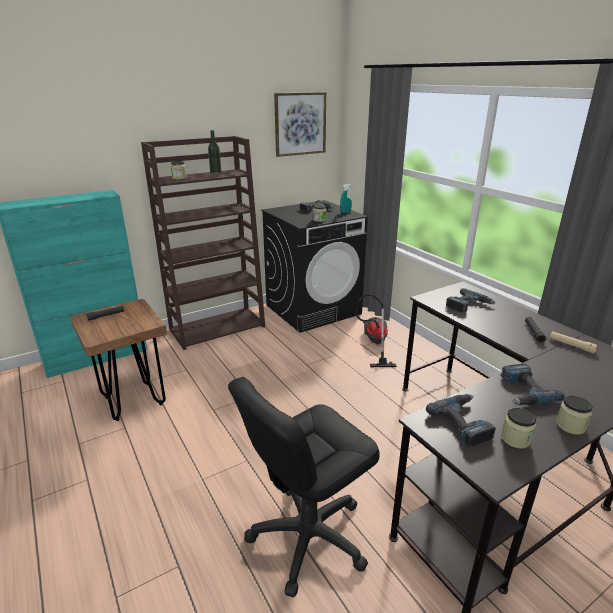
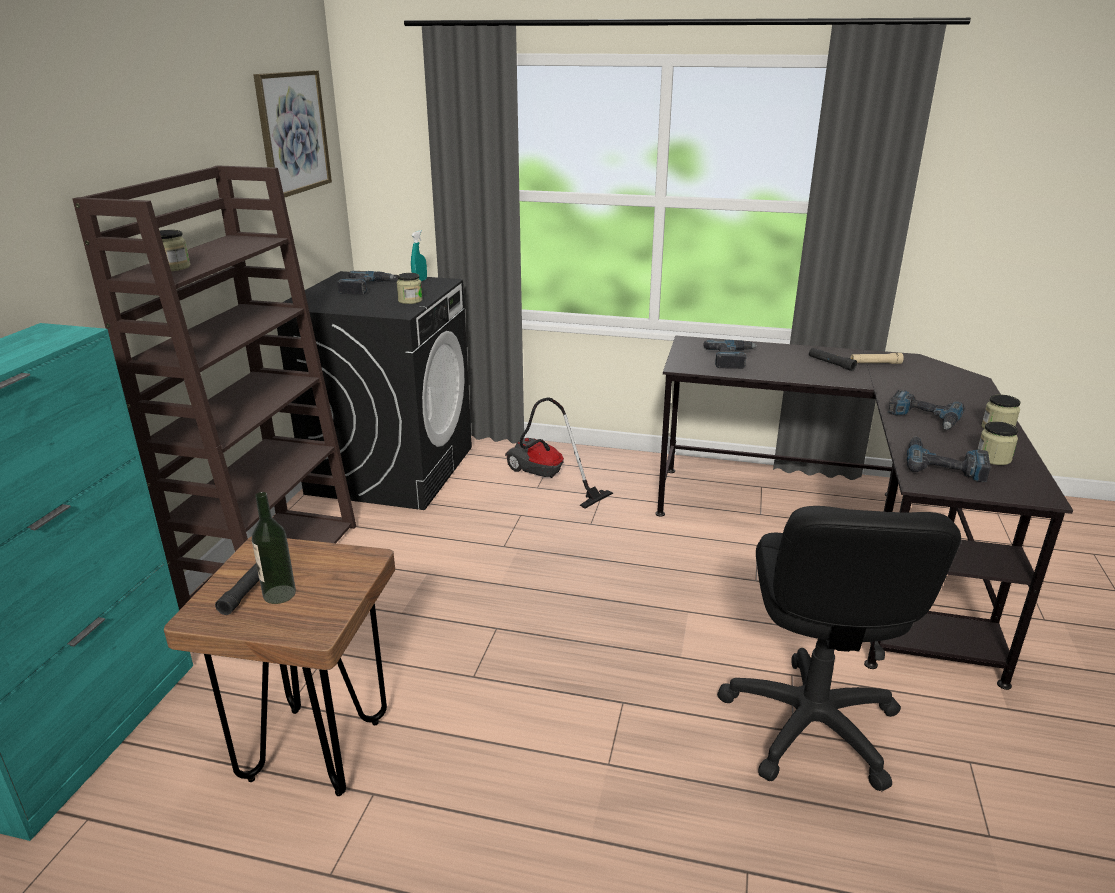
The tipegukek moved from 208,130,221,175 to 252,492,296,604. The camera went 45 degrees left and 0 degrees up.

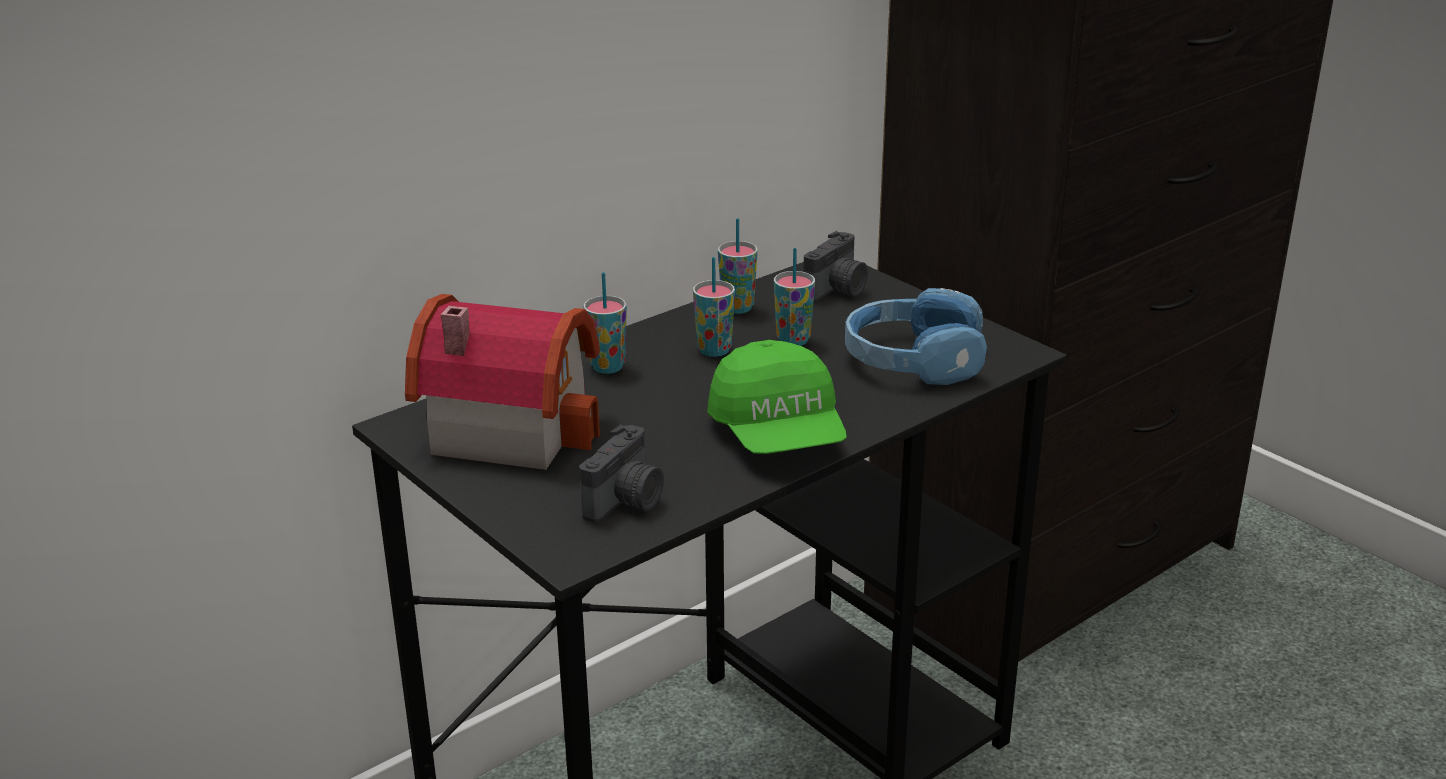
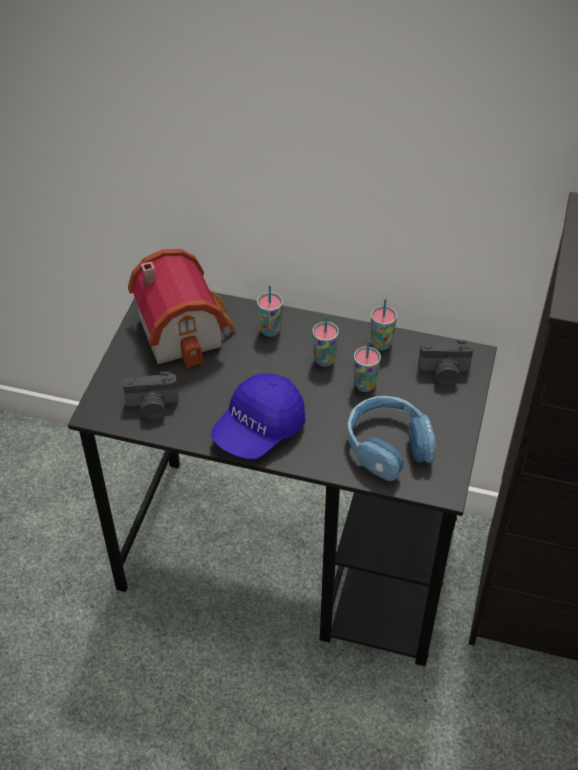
The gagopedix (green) at 707,340,847,454 became the gagopedix (blue) at 211,373,305,459. The camera went 55 degrees right and 20 degrees up.

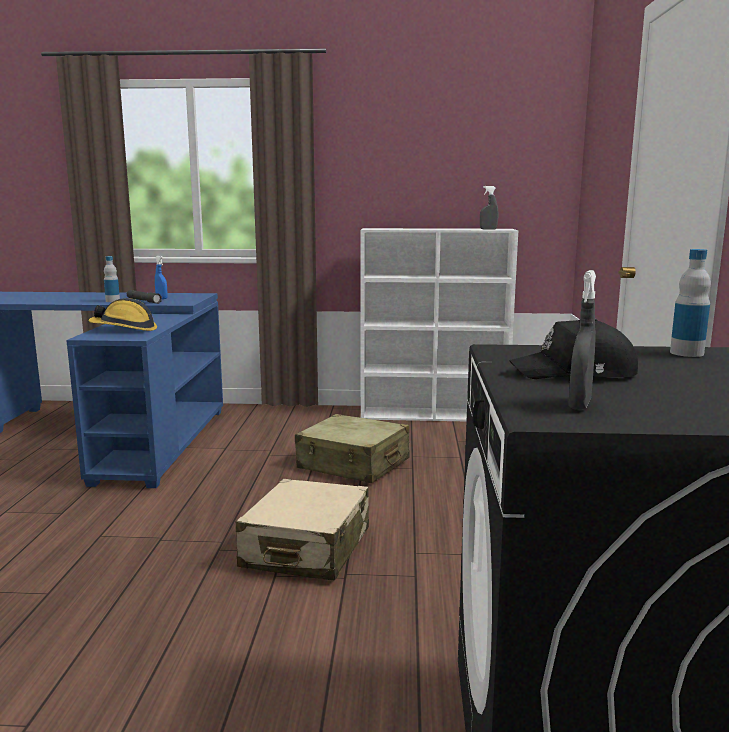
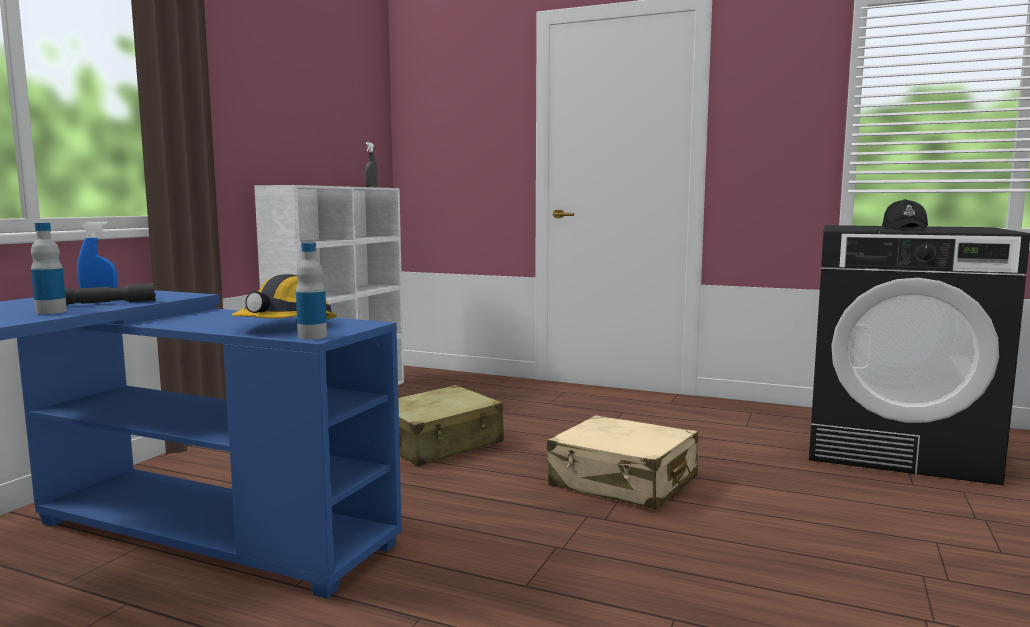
The tipegukek moved from 670,249,711,357 to 296,242,327,339. The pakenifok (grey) at 568,270,596,410 disappeared. The camera went 70 degrees left and 5 degrees down.

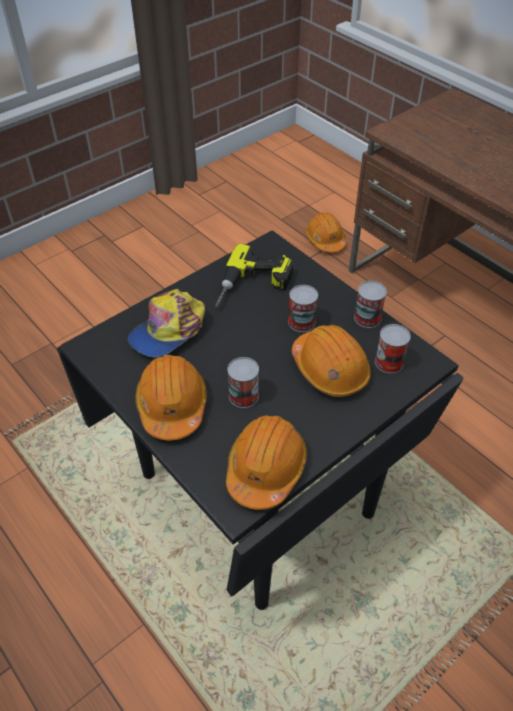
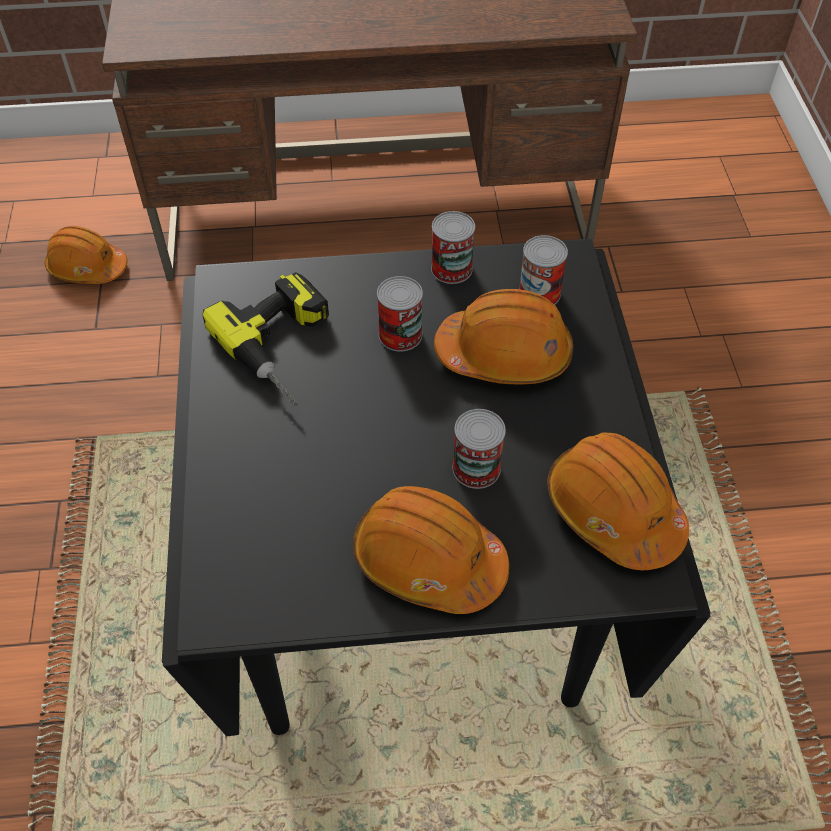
The gagopedix at 127,289,205,357 disappeared. The camera went 55 degrees left and 5 degrees up.

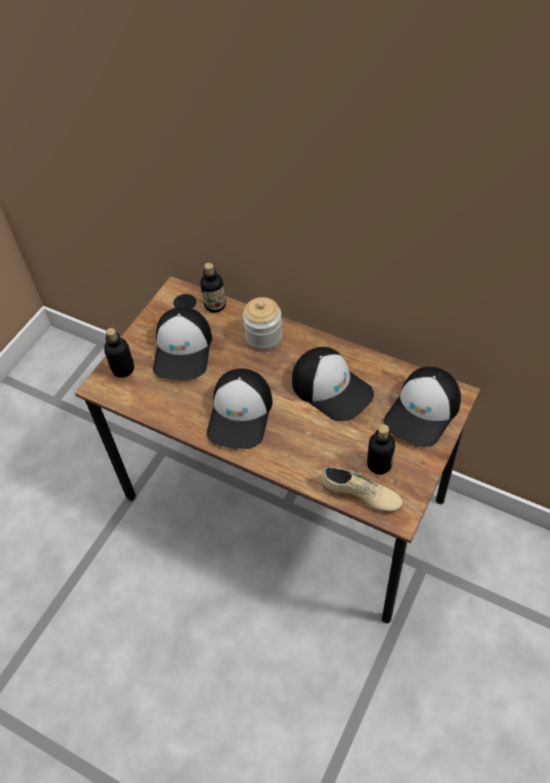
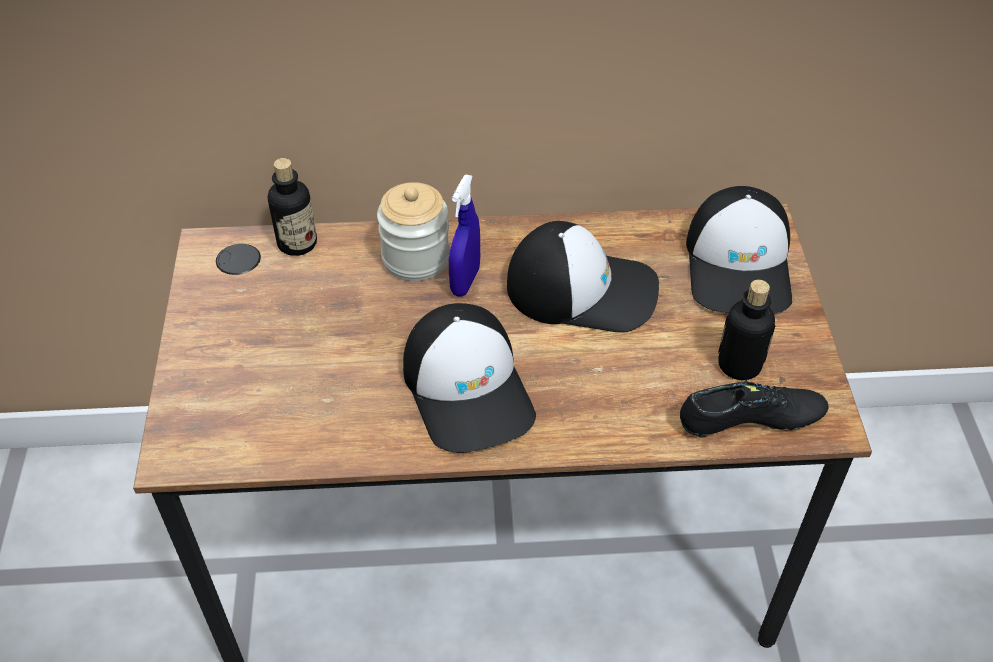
The pakenifok (blue) at 449,175,480,297 appeared. The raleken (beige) at 321,467,403,512 became the raleken (black) at 680,380,828,438. The tipegukek at 104,328,134,378 disappeared. The gagopedix at 153,307,212,380 disappeared. The camera went 35 degrees left and 5 degrees down.

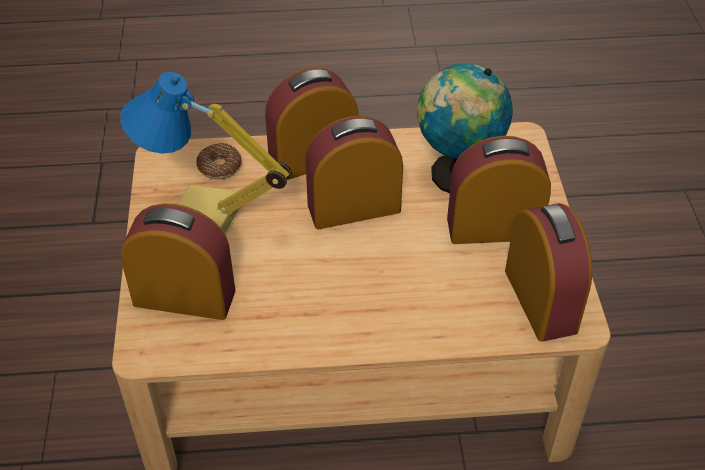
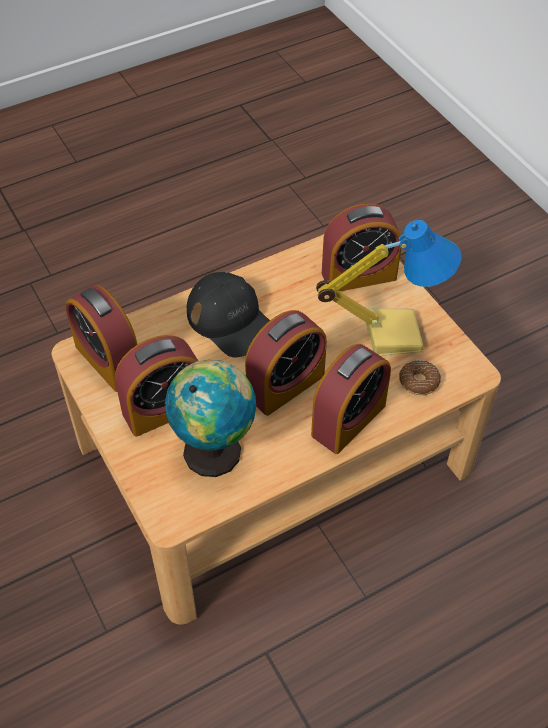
The gagopedix (black) at 187,272,270,358 appeared. The camera went 155 degrees right and 5 degrees up.

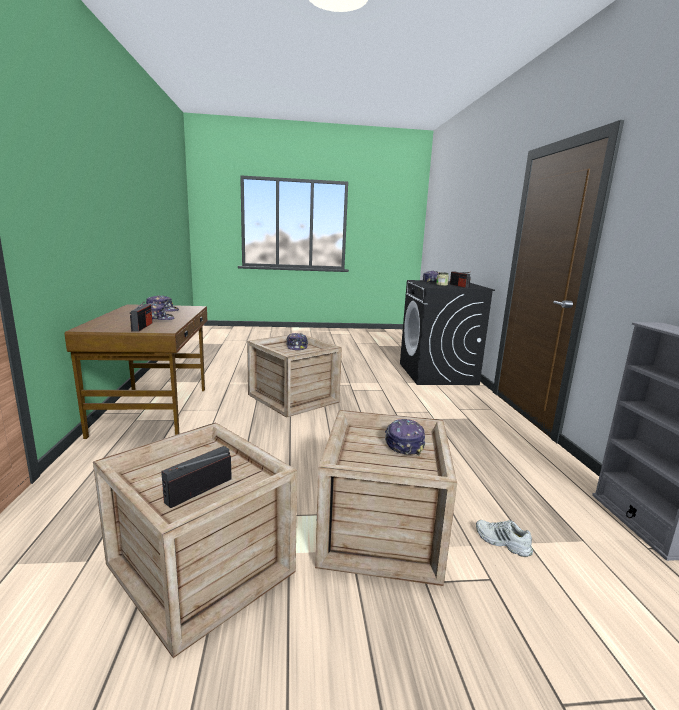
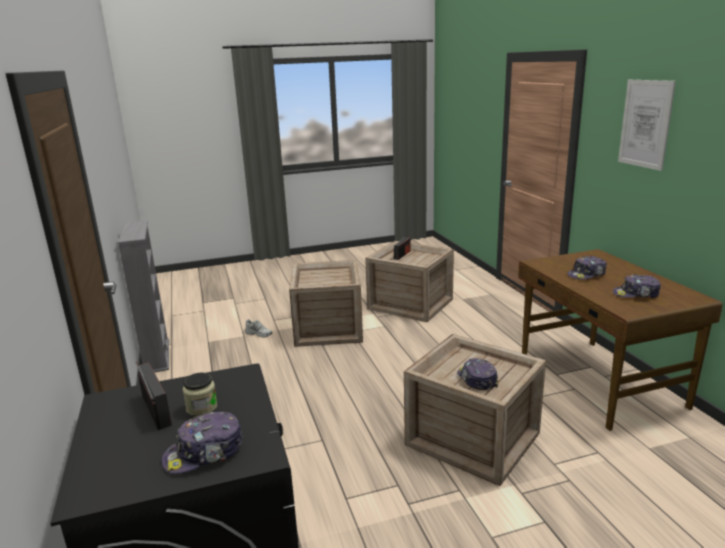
The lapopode at 618,80,676,171 appeared. The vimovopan at 130,302,152,332 disappeared. The gagopedix at 385,419,425,455 disappeared. The camera went 170 degrees right and 5 degrees up.

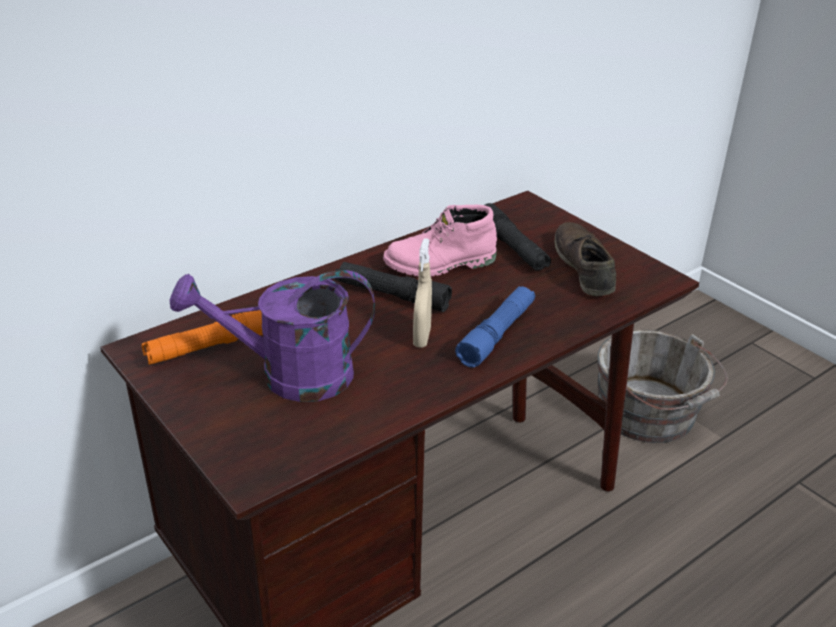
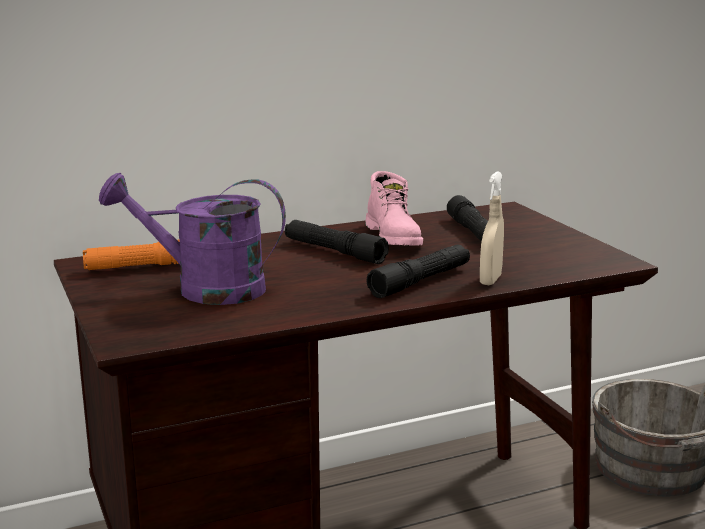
The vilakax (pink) at 383,205,497,277 turned 105 degrees counterclockwise. The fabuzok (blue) at 455,286,535,368 became the fabuzok (black) at 367,244,470,298. The pakenifok (beige) moved from 413,238,432,348 to 480,171,504,285. The raleken (brown) at 555,222,616,296 disappeared. The camera went 15 degrees right and 15 degrees down.

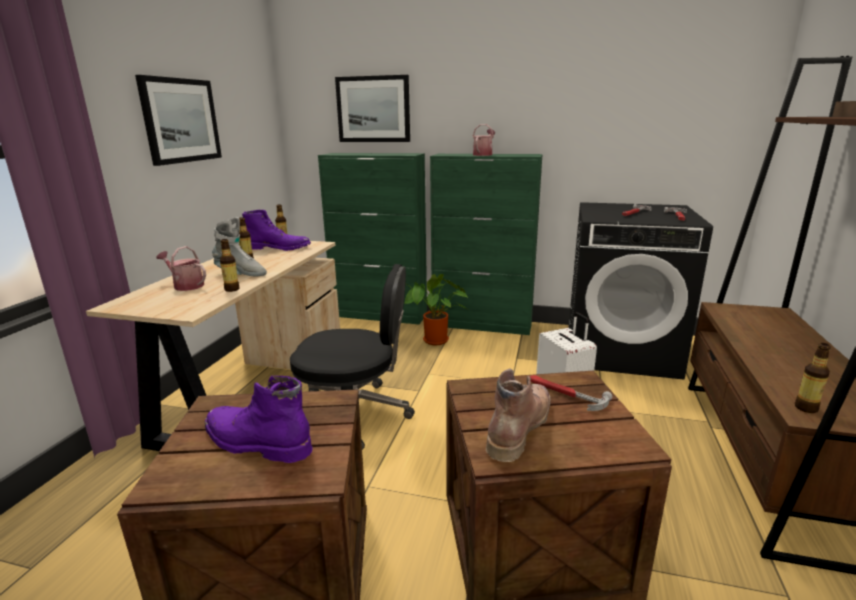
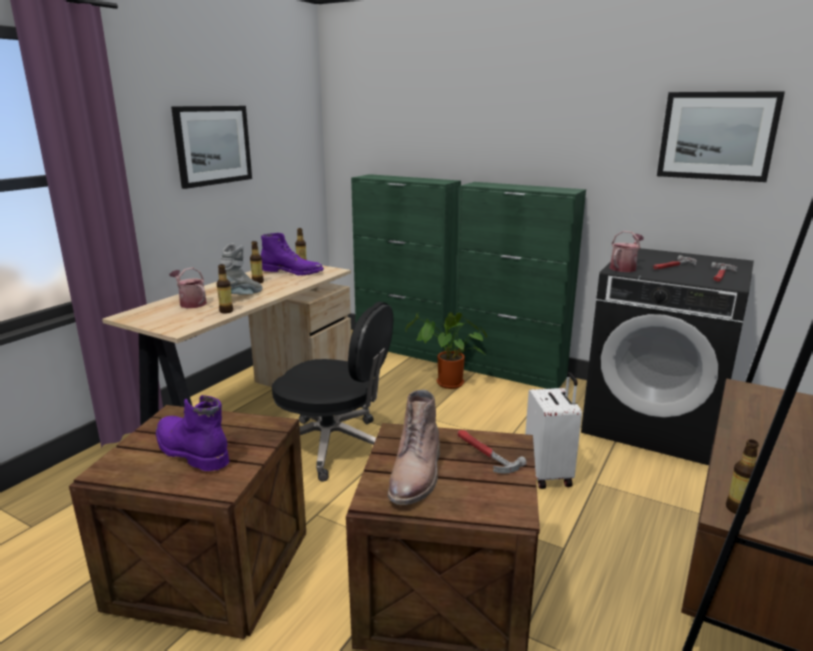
The vilakax (grey) at 212,217,267,276 turned 90 degrees counterclockwise. The vilakax (brown) at 486,369,551,462 turned 150 degrees clockwise. The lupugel moved from 473,124,495,156 to 609,231,644,272. The lapopode moved from 335,75,410,142 to 657,91,785,182. The camera went 15 degrees right and 0 degrees up.

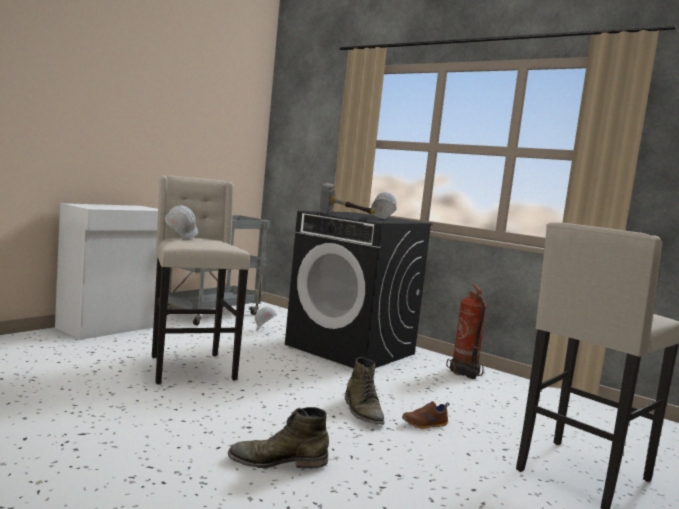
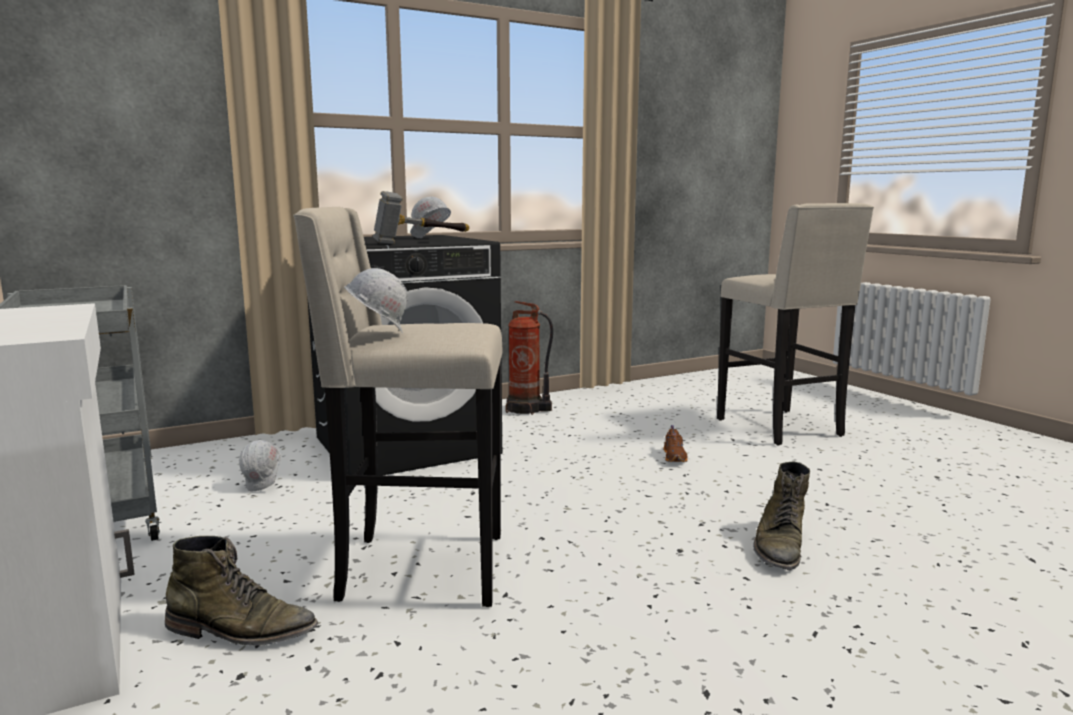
The vilakax (green) moved from 345,357,385,425 to 165,536,318,646. The camera went 65 degrees left and 5 degrees up.

